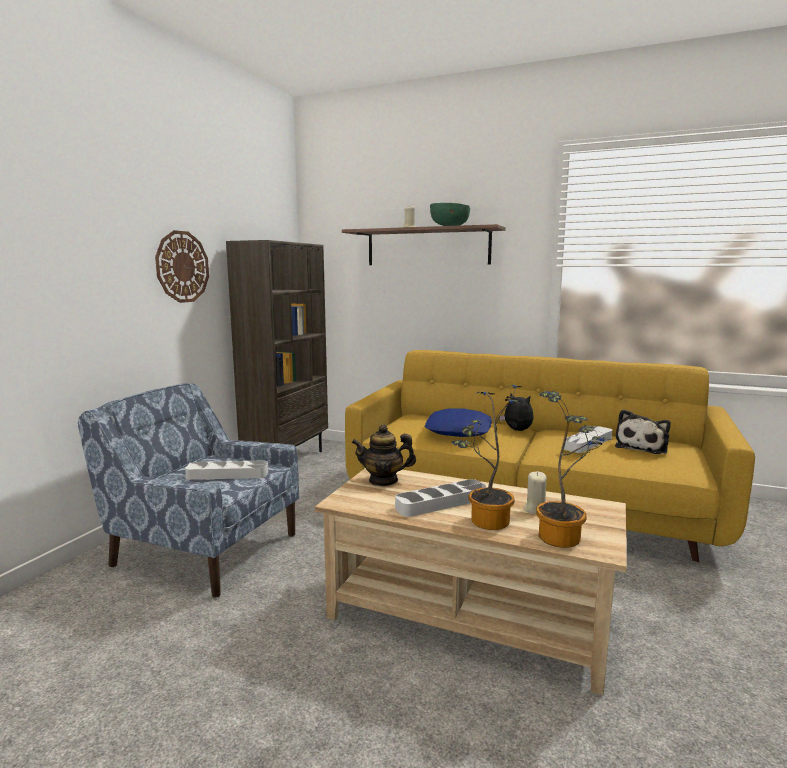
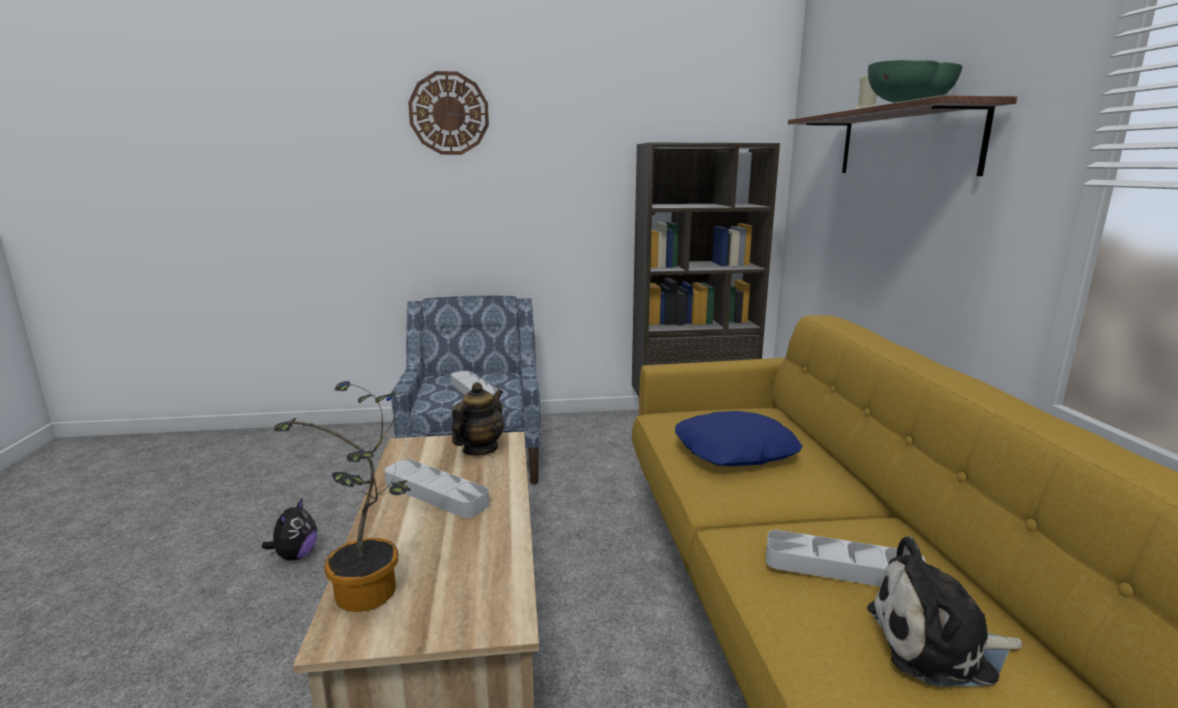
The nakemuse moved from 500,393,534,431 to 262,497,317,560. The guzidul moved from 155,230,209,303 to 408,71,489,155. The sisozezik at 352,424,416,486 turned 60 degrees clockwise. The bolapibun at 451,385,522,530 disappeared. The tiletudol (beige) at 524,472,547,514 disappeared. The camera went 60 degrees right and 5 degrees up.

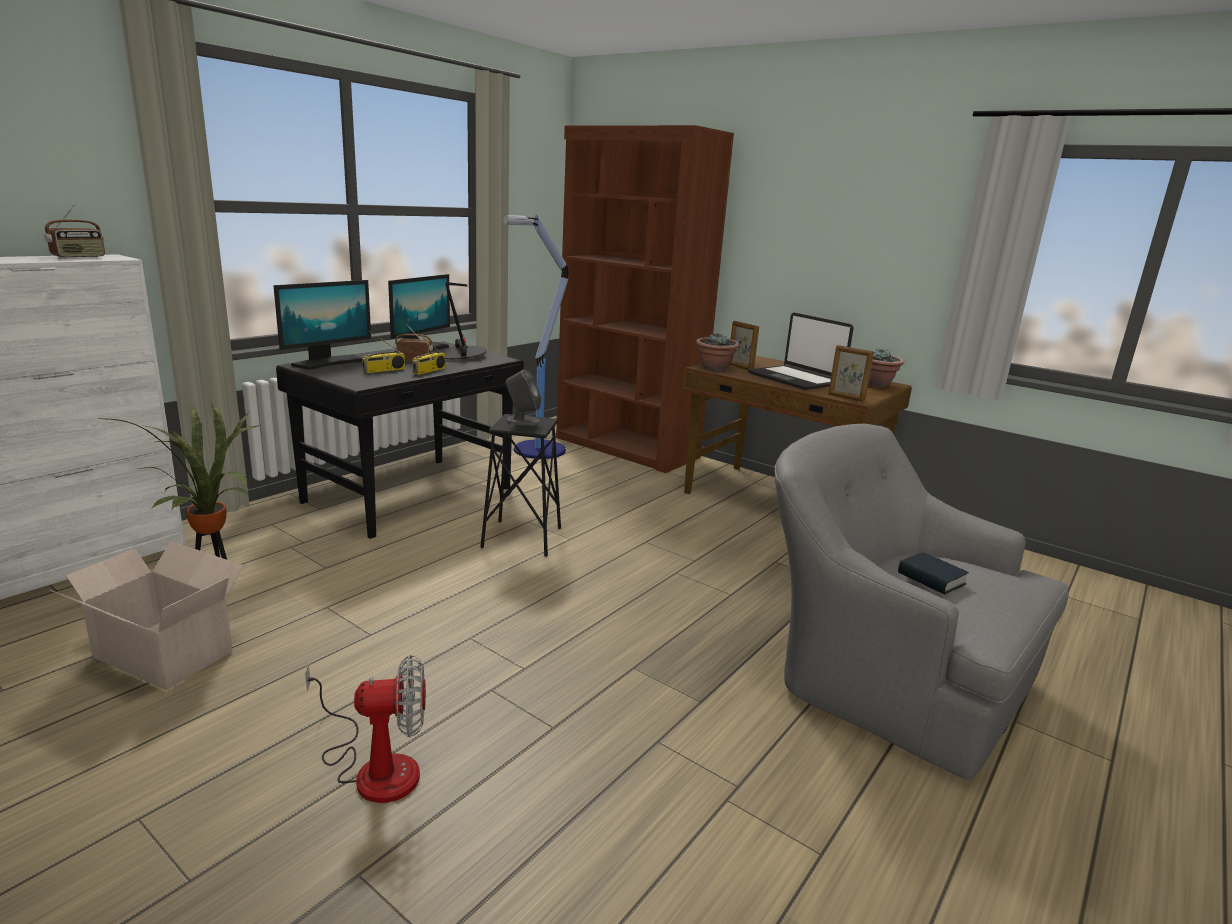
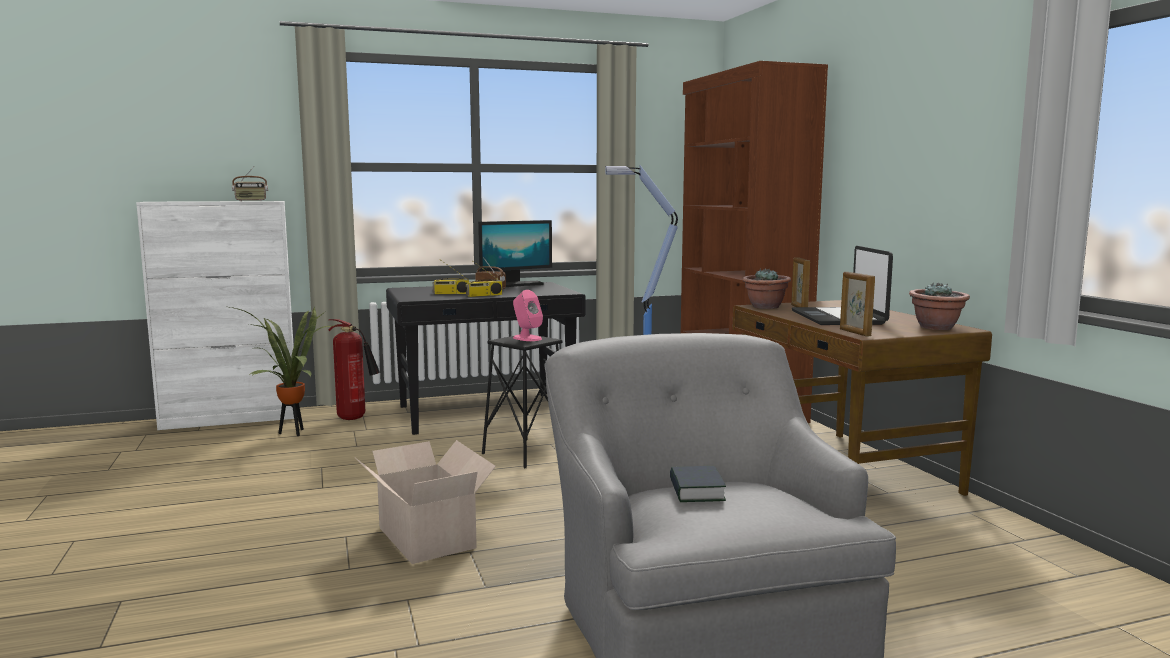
The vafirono at 329,319,380,420 appeared. The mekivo moved from 49,541,244,690 to 354,440,496,564. The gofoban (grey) at 506,370,541,426 became the gofoban (pink) at 513,290,543,341. The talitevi at 273,280,371,370 disappeared. The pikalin at 305,655,426,803 disappeared. The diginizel at 437,282,487,359 disappeared. The camera went 35 degrees right and 10 degrees down.

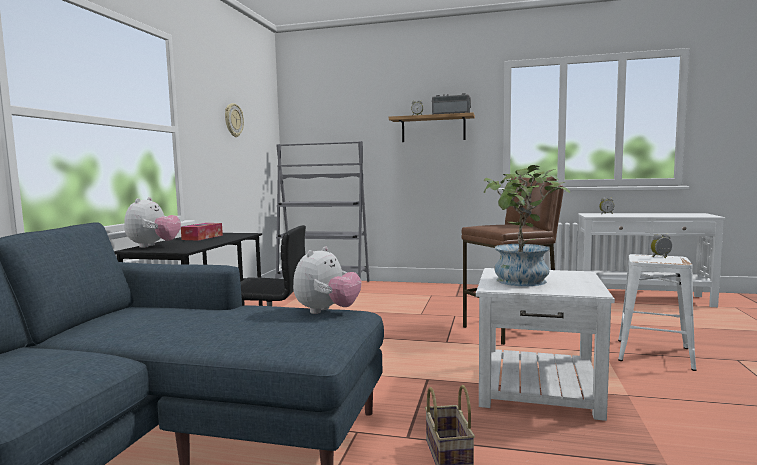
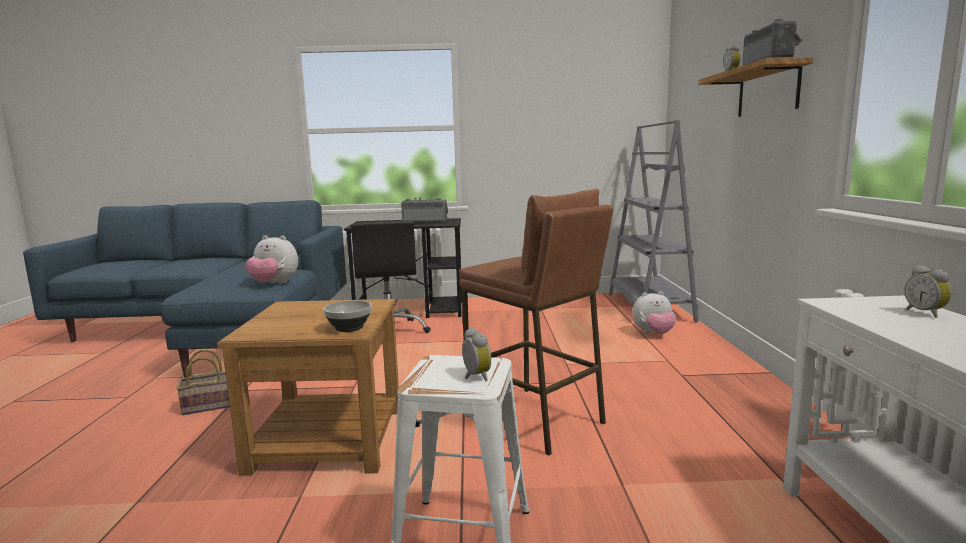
The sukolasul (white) at 476,268,615,421 became the sukolasul (brown) at 217,299,399,476. The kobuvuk at 323,300,372,332 appeared. The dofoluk at 181,223,223,241 was replaced by the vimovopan at 401,197,448,222. The nakemuse moved from 124,197,181,248 to 632,291,676,334. The guzidul at 225,103,244,137 disappeared. The bolapibun at 484,165,570,286 disappeared. The camera went 75 degrees right and 5 degrees up.

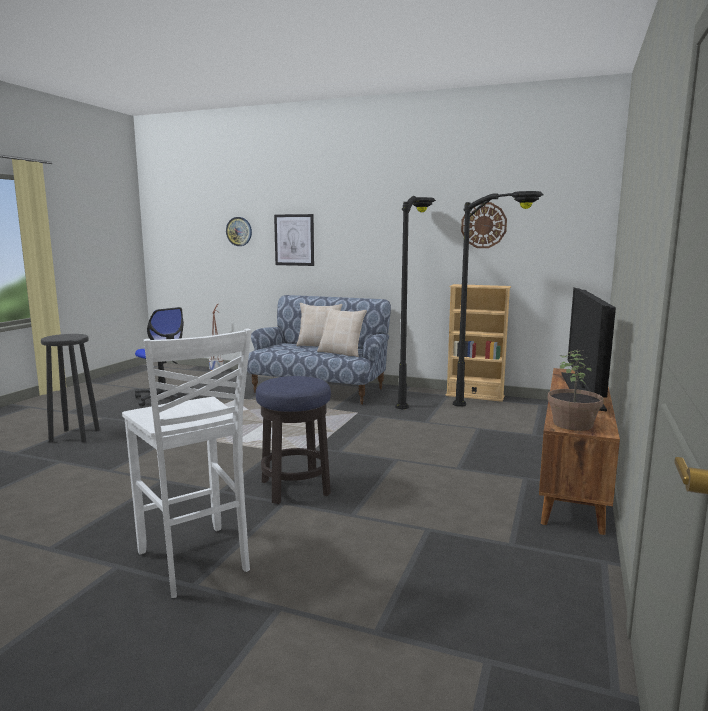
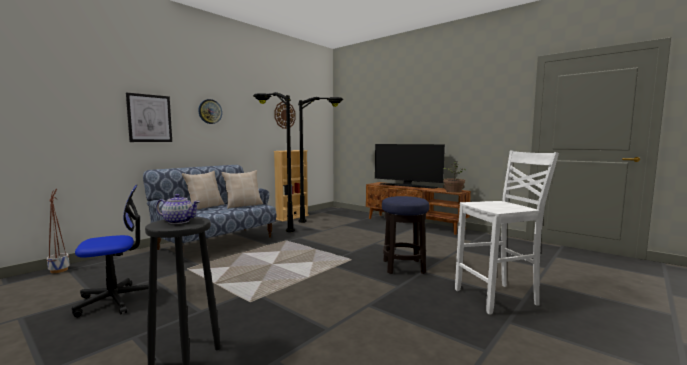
The sisozezik at 156,194,200,224 appeared. The guzidul moved from 226,217,252,246 to 198,99,222,124. The camera went 70 degrees left and 5 degrees down.

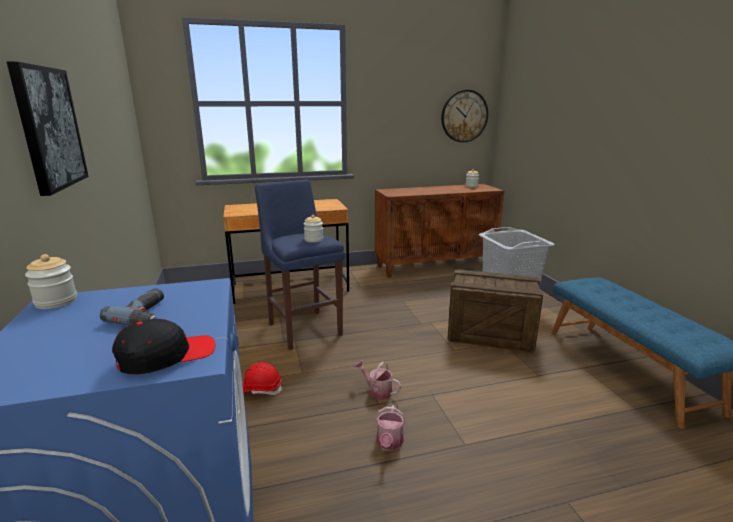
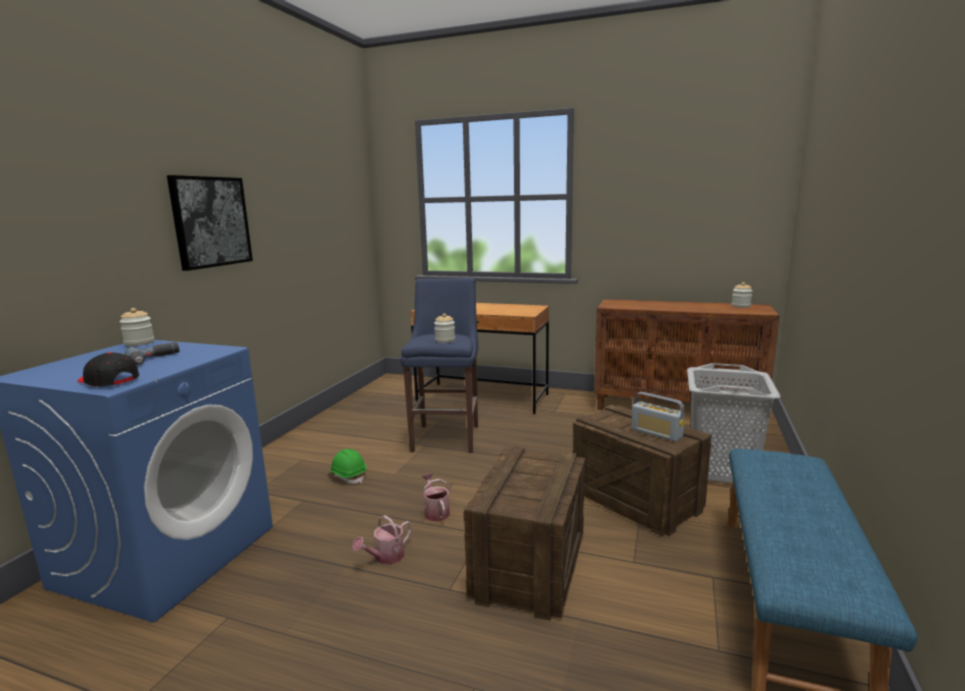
The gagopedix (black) at 112,319,215,374 turned 150 degrees counterclockwise. The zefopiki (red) at 243,362,282,395 became the zefopiki (green) at 329,449,367,484. The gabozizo at 463,446,585,621 appeared. The vimovopan at 631,392,685,442 appeared. The guzidul at 441,90,488,142 disappeared. The camera went 35 degrees right and 5 degrees down.

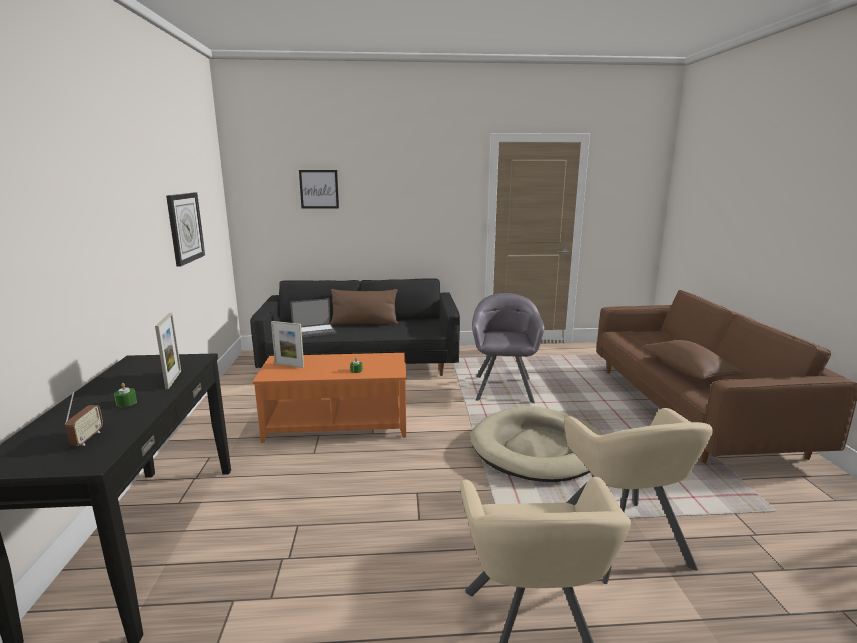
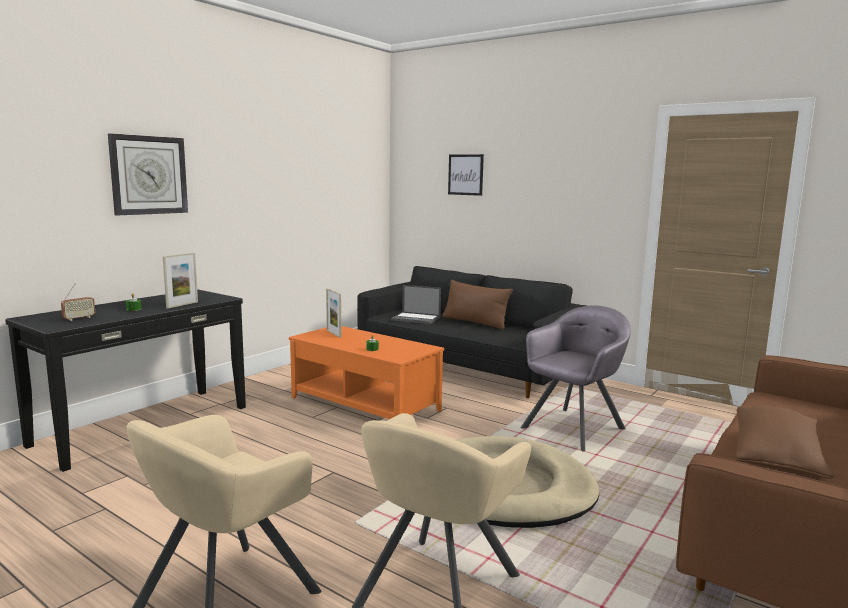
The guzidul moved from 166,193,205,267 to 108,133,188,215. The camera went 40 degrees right and 5 degrees down.

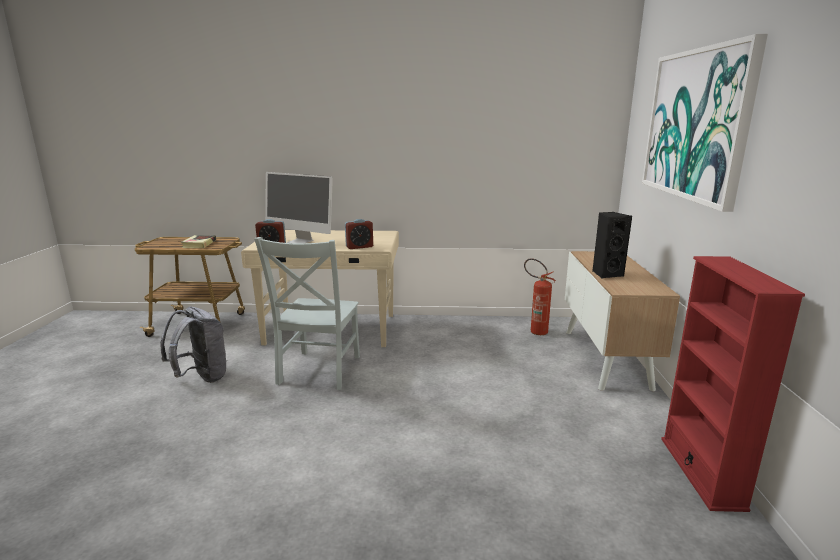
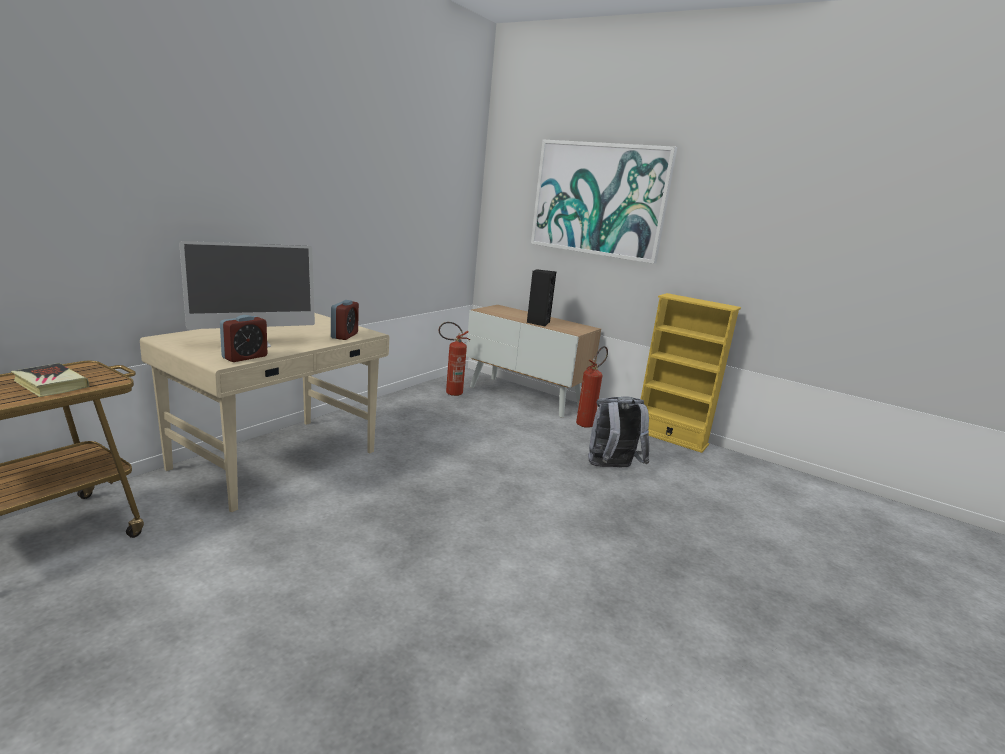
The vafirono at 576,346,608,428 appeared. The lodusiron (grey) moved from 160,307,227,383 to 588,396,649,467. The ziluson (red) at 661,256,805,512 became the ziluson (yellow) at 641,293,741,453. The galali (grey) at 254,237,360,390 disappeared. The camera went 60 degrees left and 0 degrees up.

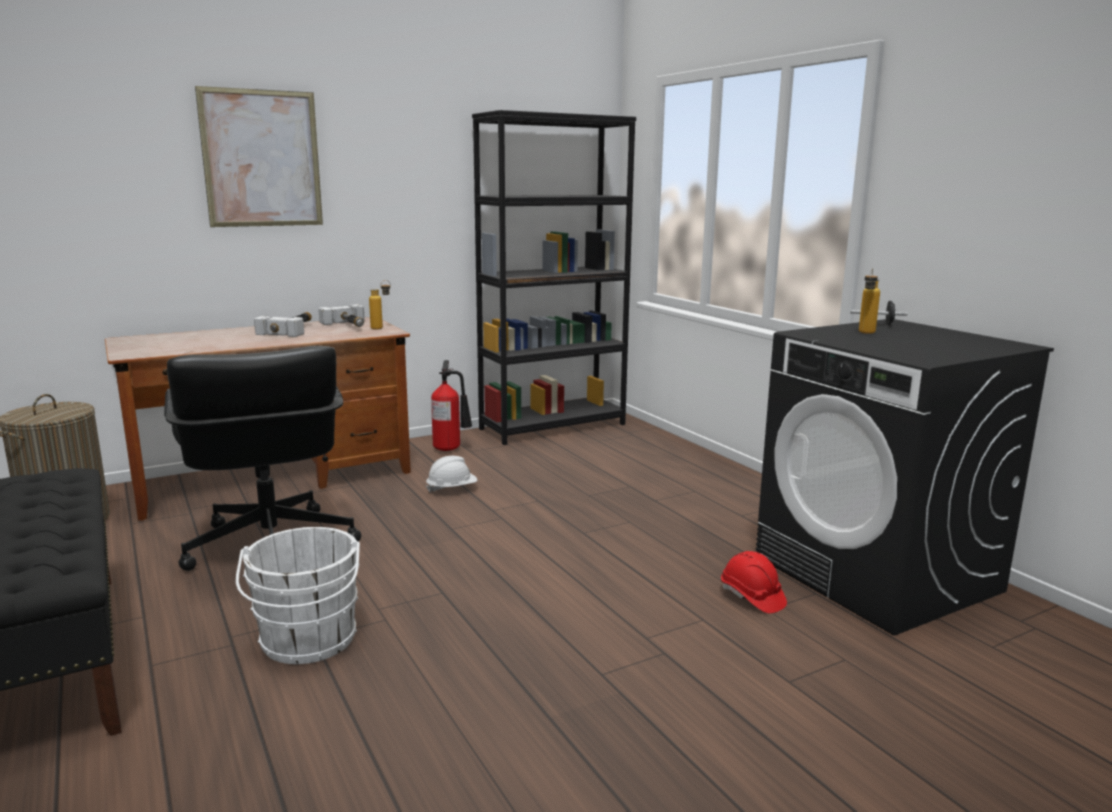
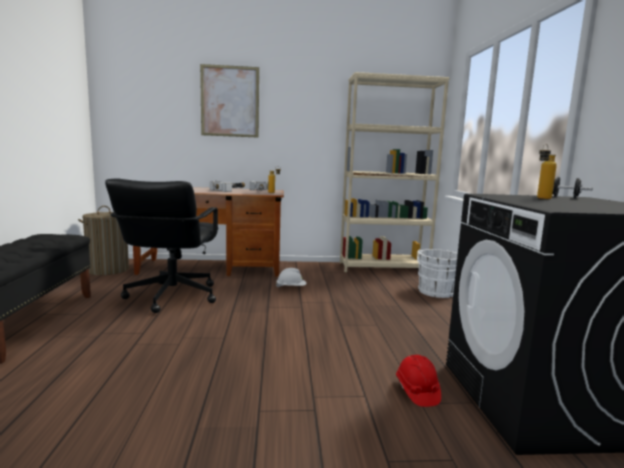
The ziluson (black) at 472,110,636,445 became the ziluson (beige) at 340,72,450,272. The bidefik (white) moved from 236,527,360,664 to 417,249,458,298. The vafirono at 431,360,472,451 disappeared. The camera went 25 degrees right and 5 degrees down.

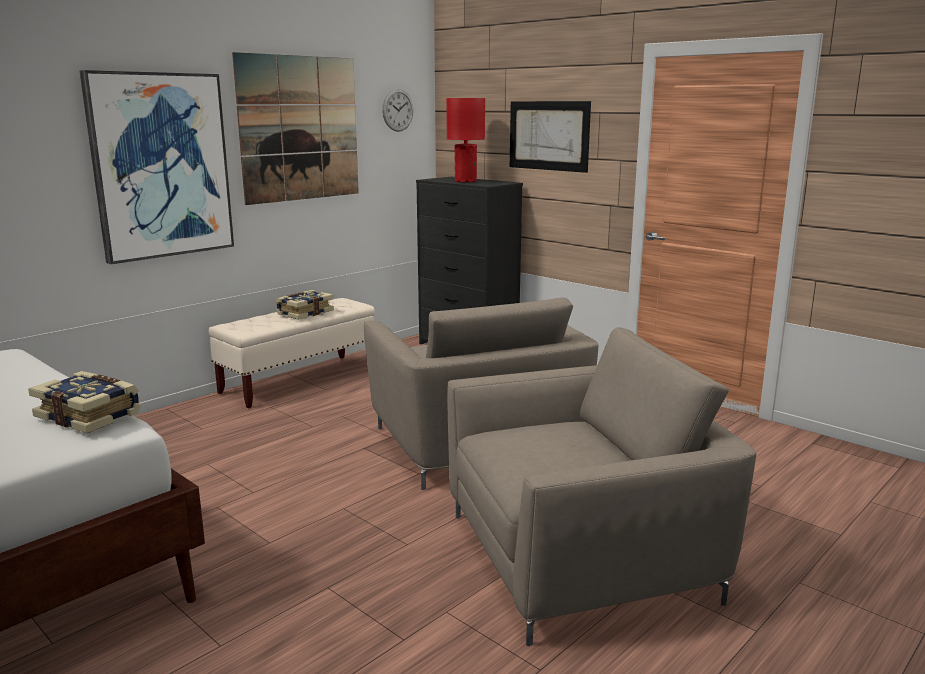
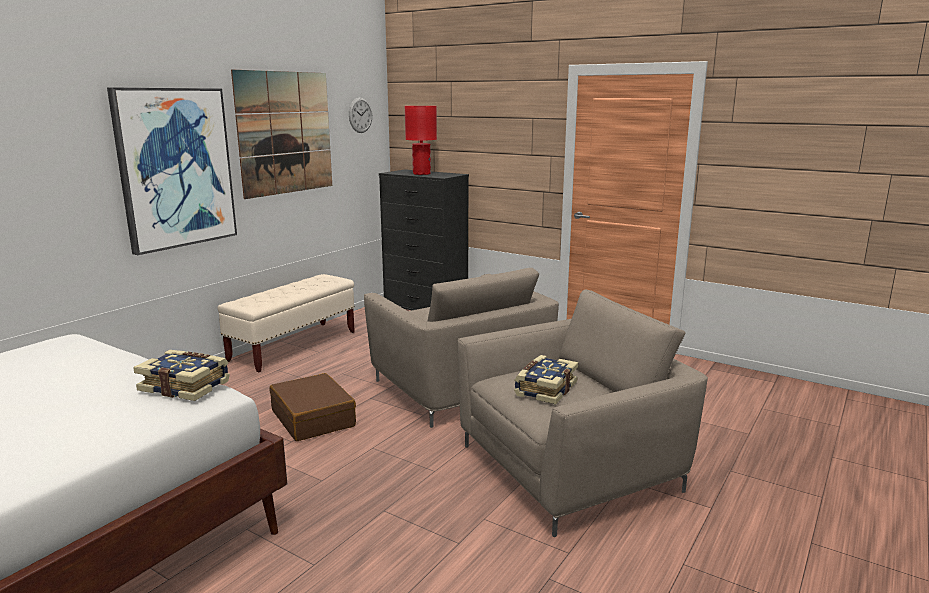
The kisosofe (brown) at 270,373,356,441 appeared. The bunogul moved from 276,290,334,320 to 514,355,578,405. The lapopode at 510,101,591,173 disappeared. The camera went 10 degrees left and 0 degrees up.

